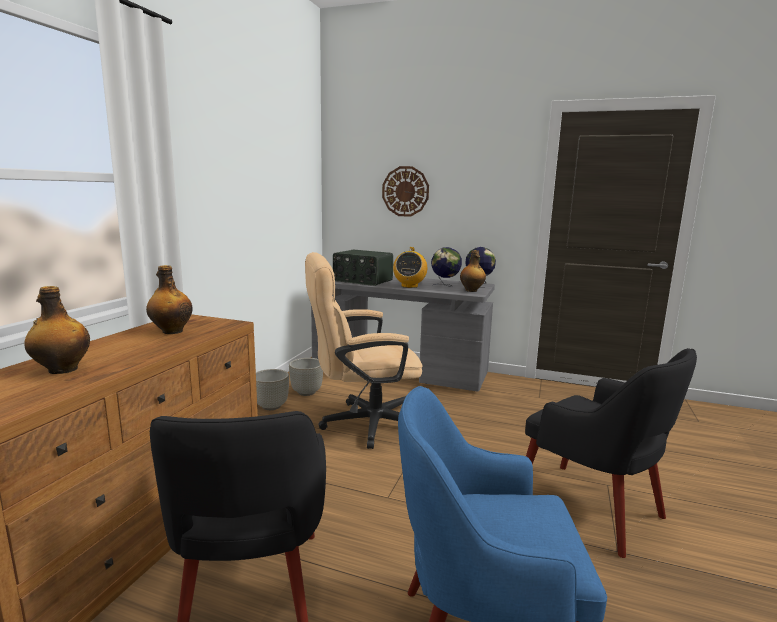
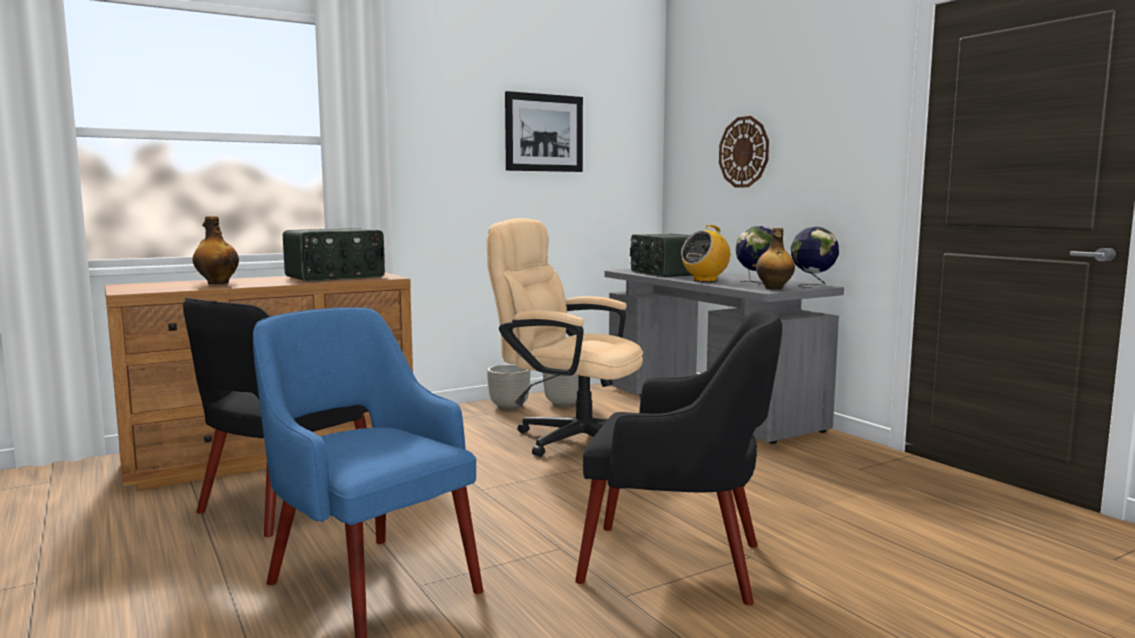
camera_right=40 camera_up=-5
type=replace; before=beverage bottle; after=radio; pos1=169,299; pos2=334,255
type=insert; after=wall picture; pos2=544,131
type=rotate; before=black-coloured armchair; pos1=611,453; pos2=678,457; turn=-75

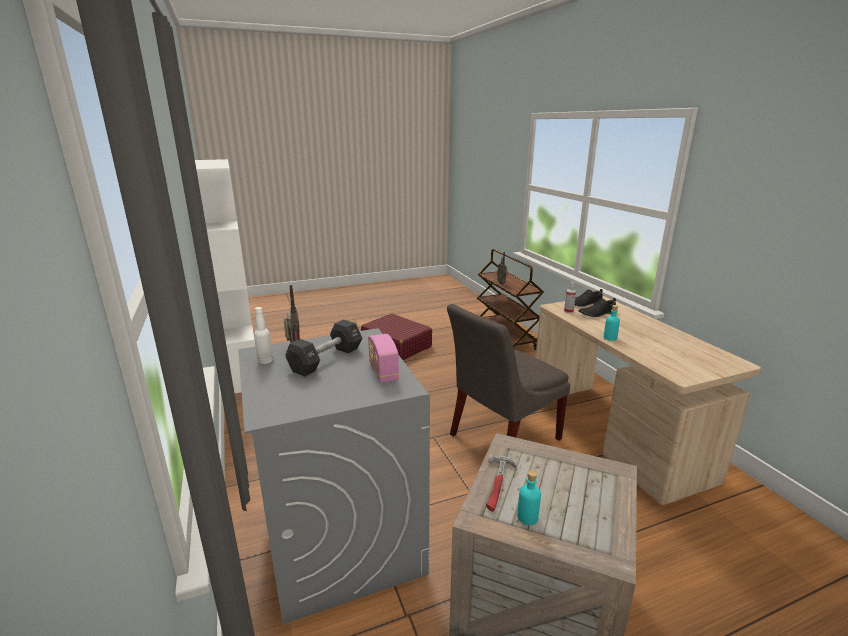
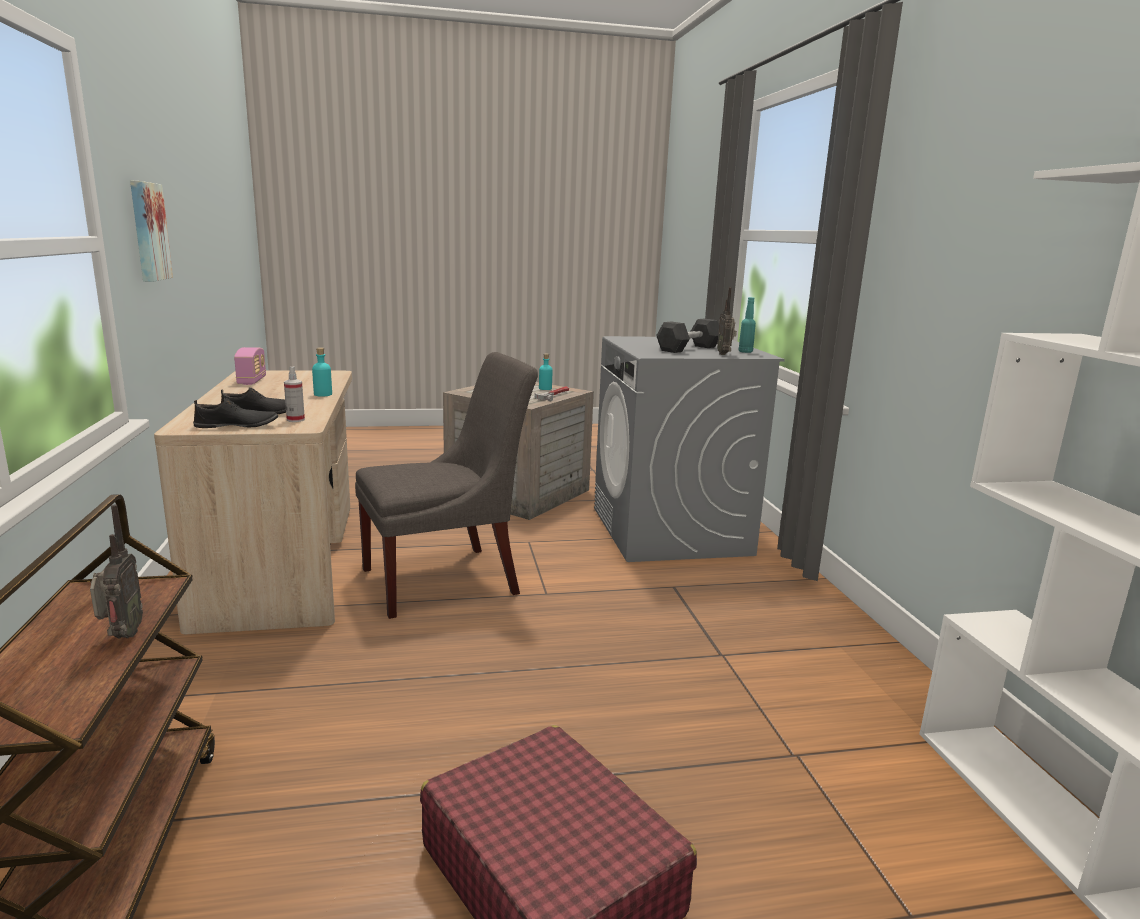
camera_right=-170 camera_up=-5
type=insert; after=wall picture; pos2=151,231
type=move; before=radio; pos1=383,358; pos2=250,366
type=recolor; before=whitish beverage bottle; after=turquoise beverage bottle; pos1=263,335; pos2=747,325

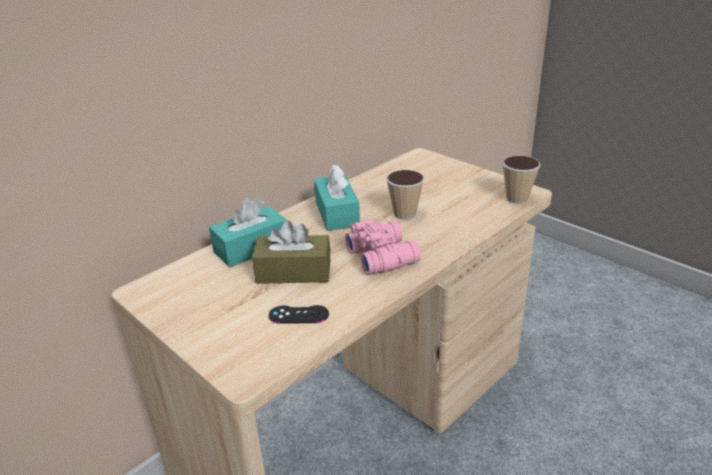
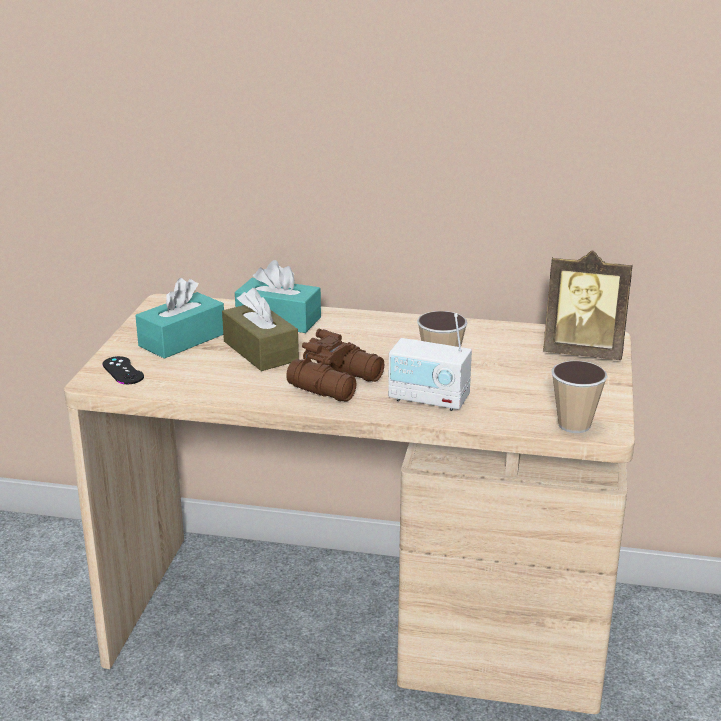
camera_right=55 camera_up=-5
type=move; before=black-coloured joypad; pos1=299,314; pos2=123,370
type=move; before=turquoise tissue box; pos1=337,198; pos2=179,318
type=recolor; before=pink-coloured pair of binoculars; after=brown-coloured pair of binoculars; pos1=383,247; pos2=335,365
type=insert; after=radio; pos2=430,362
type=insert; after=picture frame; pos2=588,305

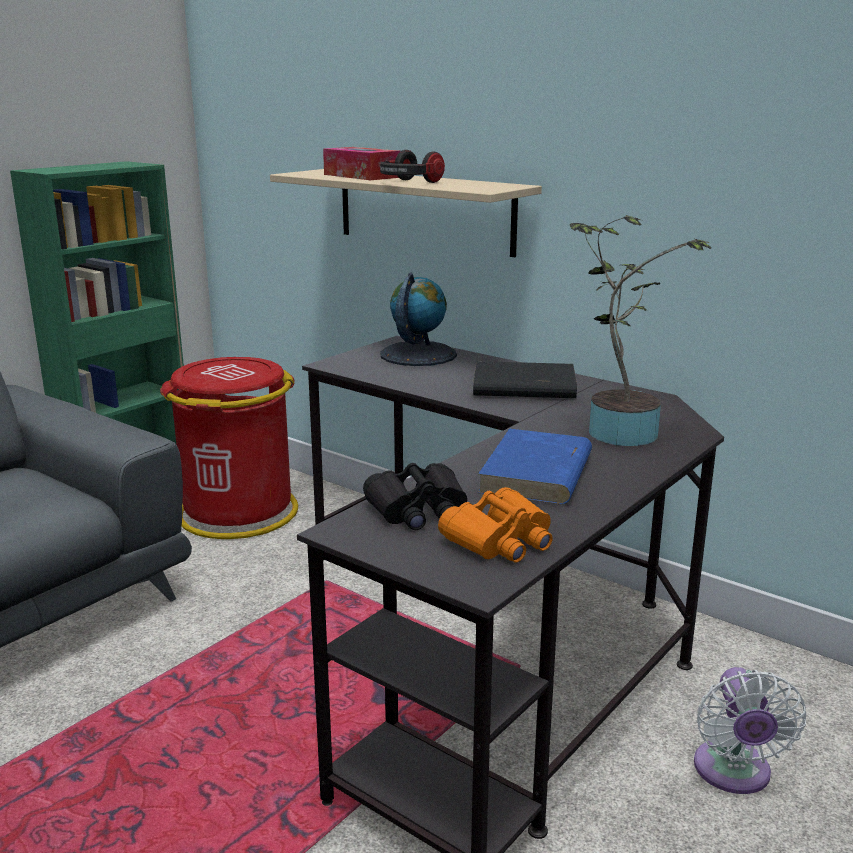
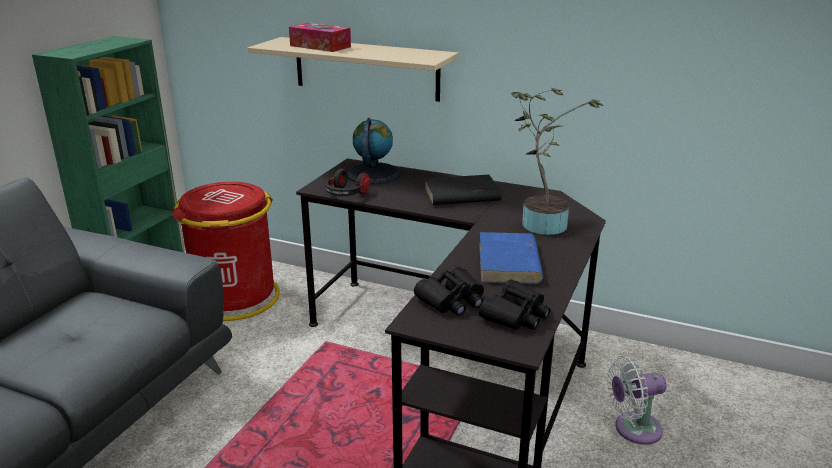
camera_right=-15 camera_up=5
type=move; before=pair of headphones; pos1=412,166; pos2=348,182
type=recolor; before=orangey pair of binoculars; after=black-coloured pair of binoculars; pos1=495,524; pos2=515,304
type=rotate; before=whitish fan; pos1=750,730; pos2=636,400; turn=90

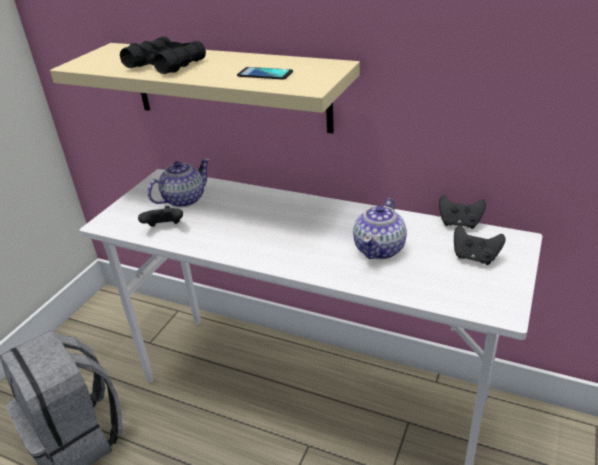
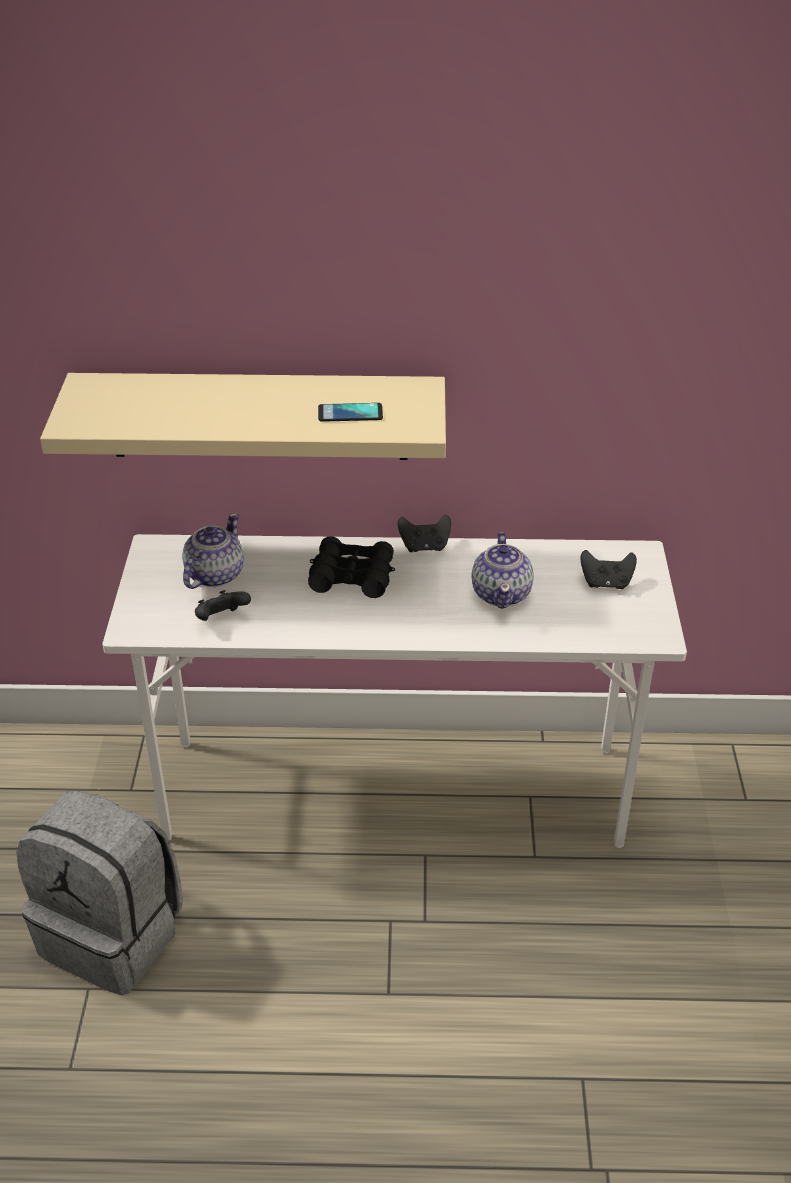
camera_right=-25 camera_up=5
type=move; before=black-coloured pair of binoculars; pos1=163,55; pos2=351,567
type=move; before=black-coloured joypad; pos1=462,212; pos2=424,533

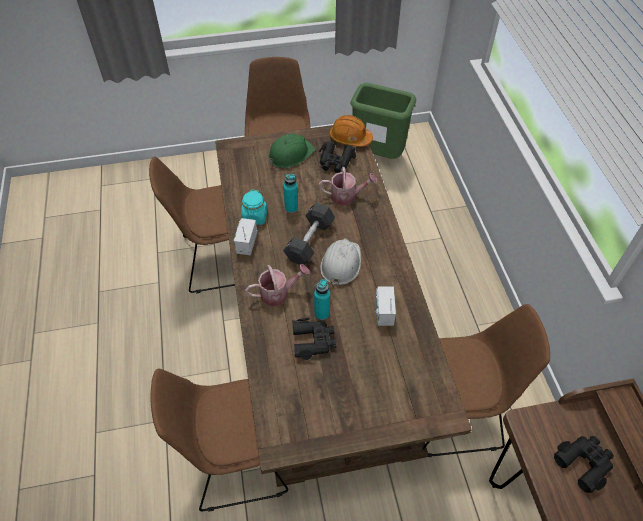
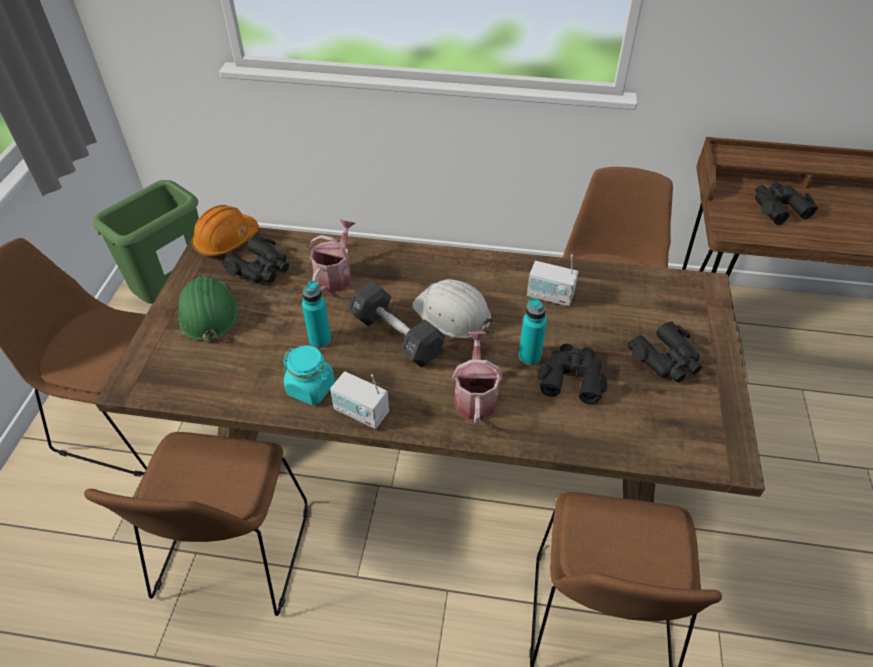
camera_right=-70 camera_up=-5
type=insert; after=black-coloured pair of binoculars; pos2=665,352

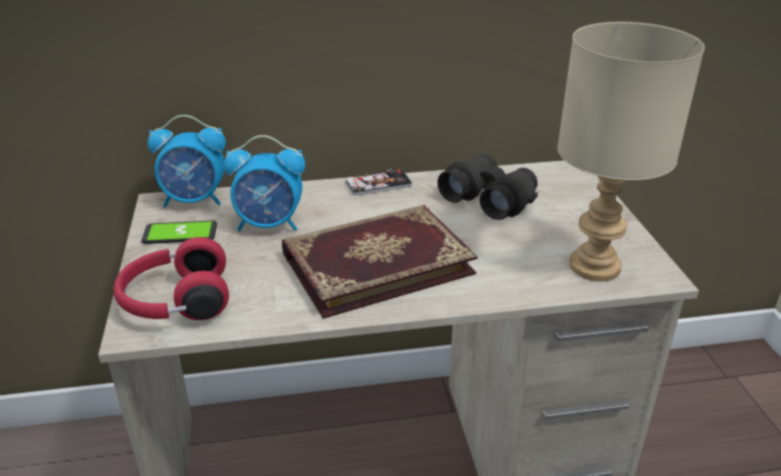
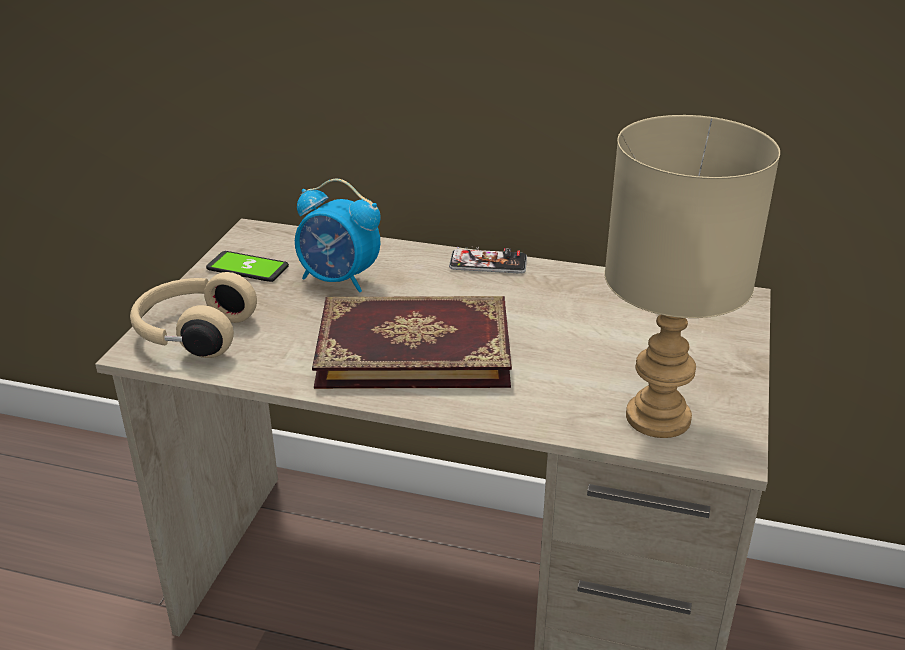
camera_right=25 camera_up=0
type=recolor; before=red pair of headphones; after=sand-coloured pair of headphones; pos1=171,278; pos2=193,315
type=delete; before=table clock; pos1=187,161
type=delete; before=black-coloured pair of binoculars; pos1=487,187

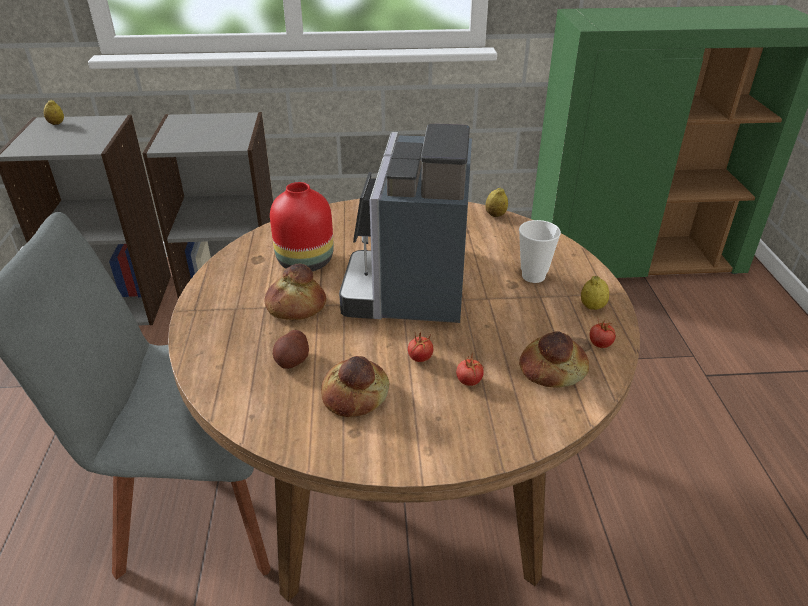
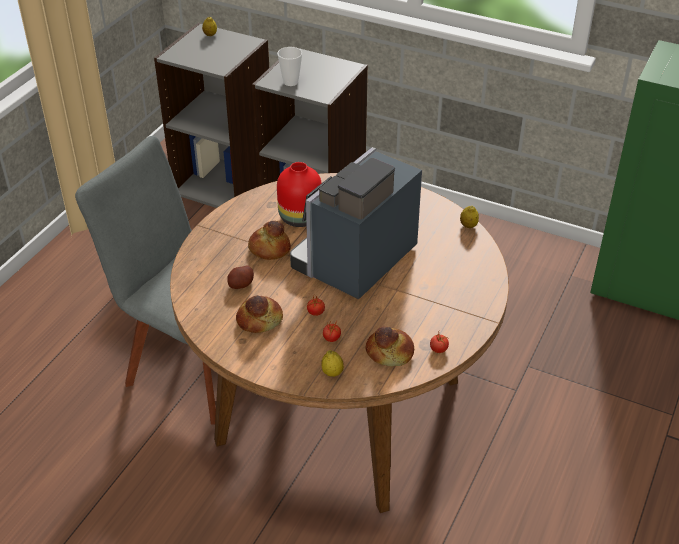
camera_right=30 camera_up=5
type=move; before=small cup; pos1=540,251; pos2=289,66
type=move; before=whole lemon; pos1=595,293; pos2=332,363

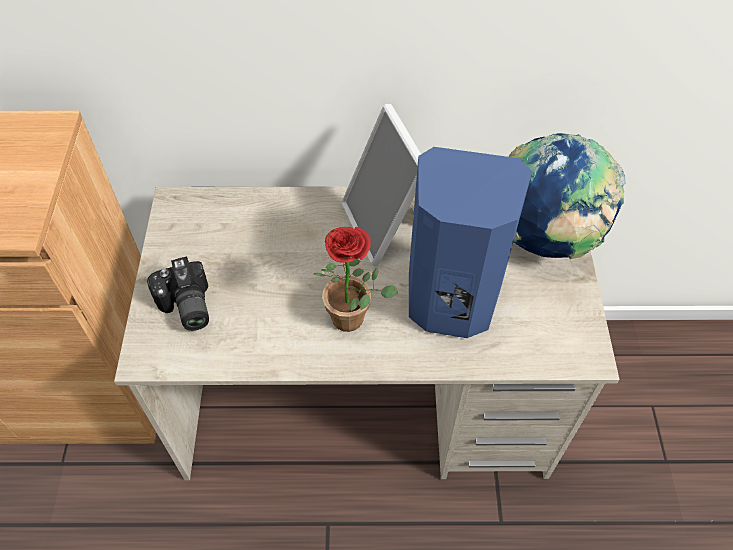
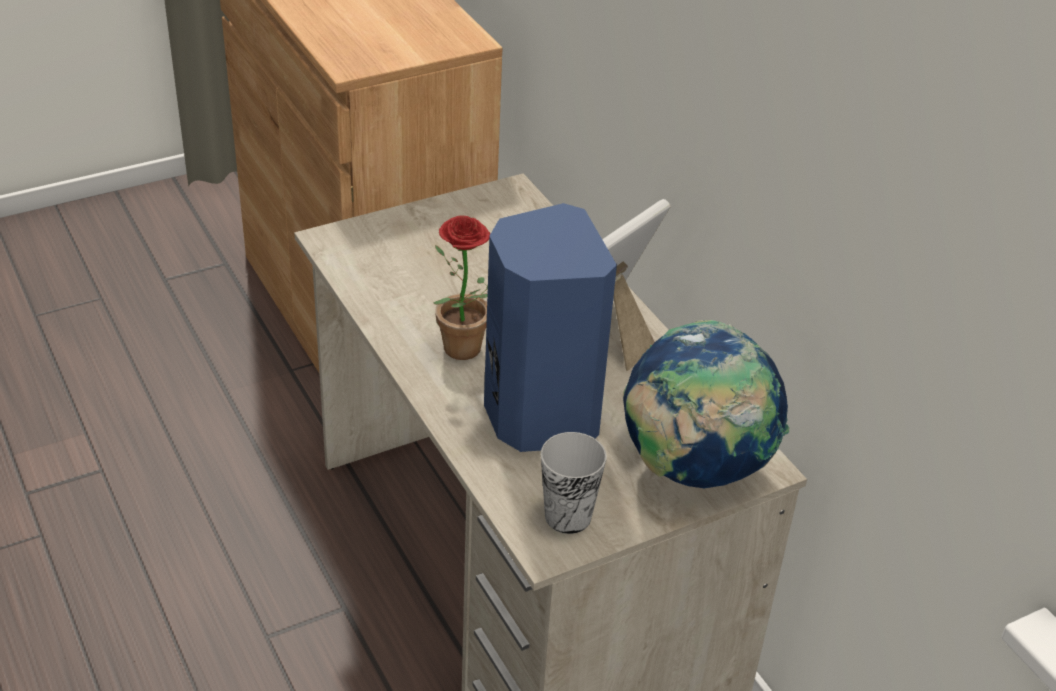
camera_right=60 camera_up=-15
type=insert; after=small cup; pos2=574,483
type=delete; before=still camera; pos1=178,293

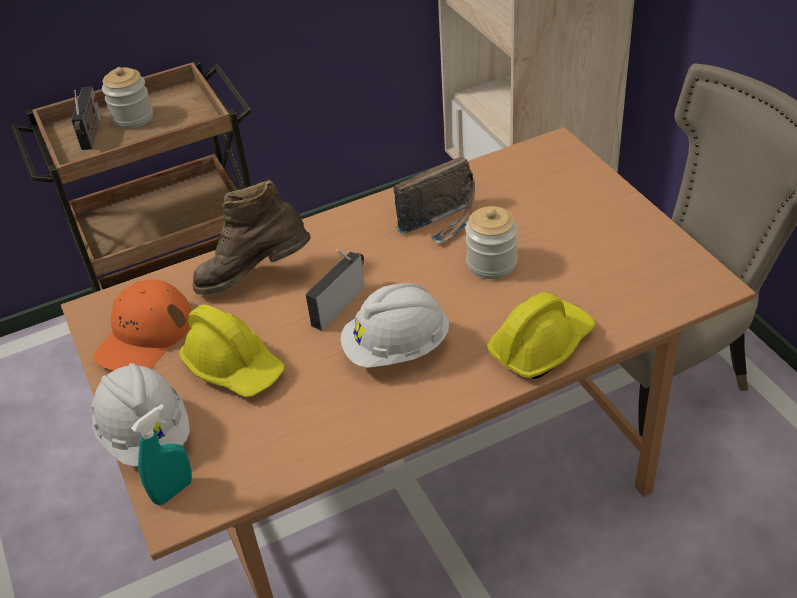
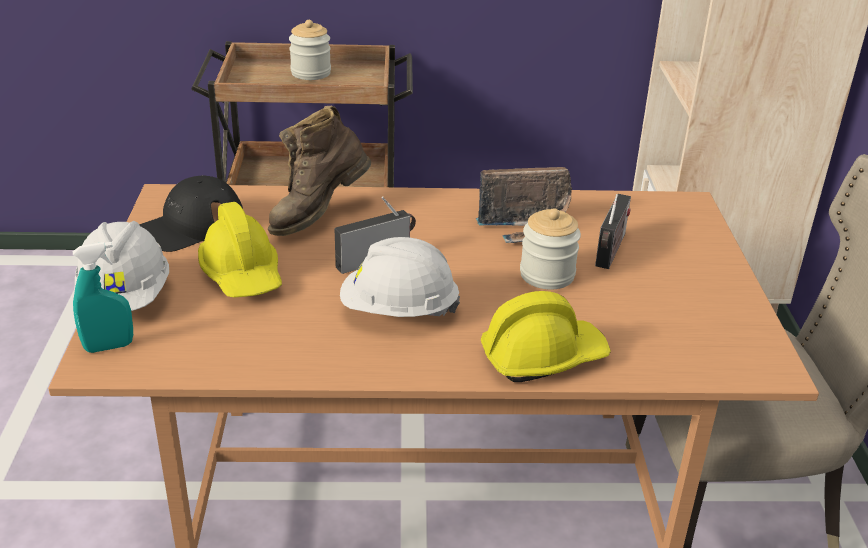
camera_right=20 camera_up=-10
type=recolor; before=orangey peaked cap; after=black-coloured peaked cap; pos1=142,325; pos2=191,213
type=rotate; before=brown-coloured high-top boot; pos1=251,237; pos2=319,171; turn=-60
type=move; before=radio; pos1=86,118; pos2=613,231

